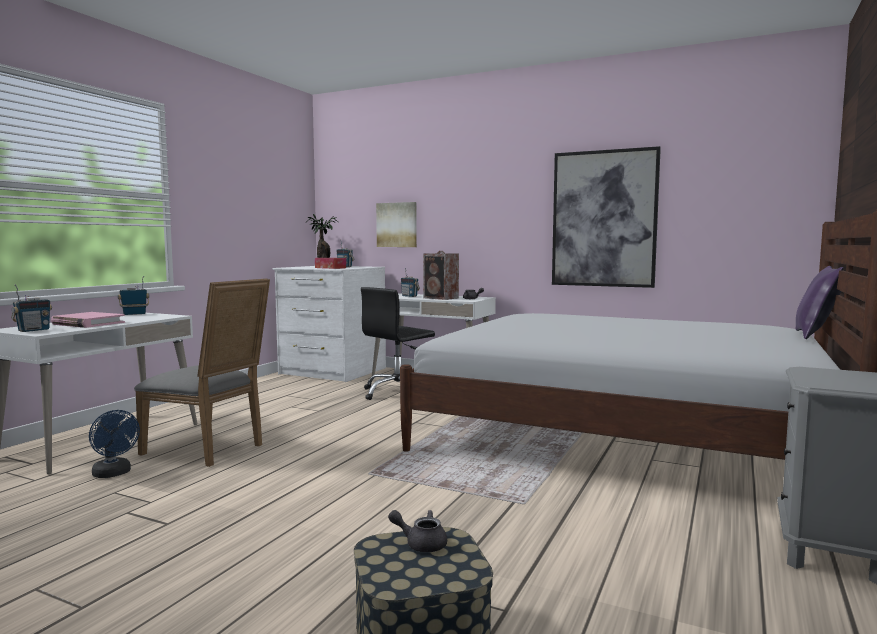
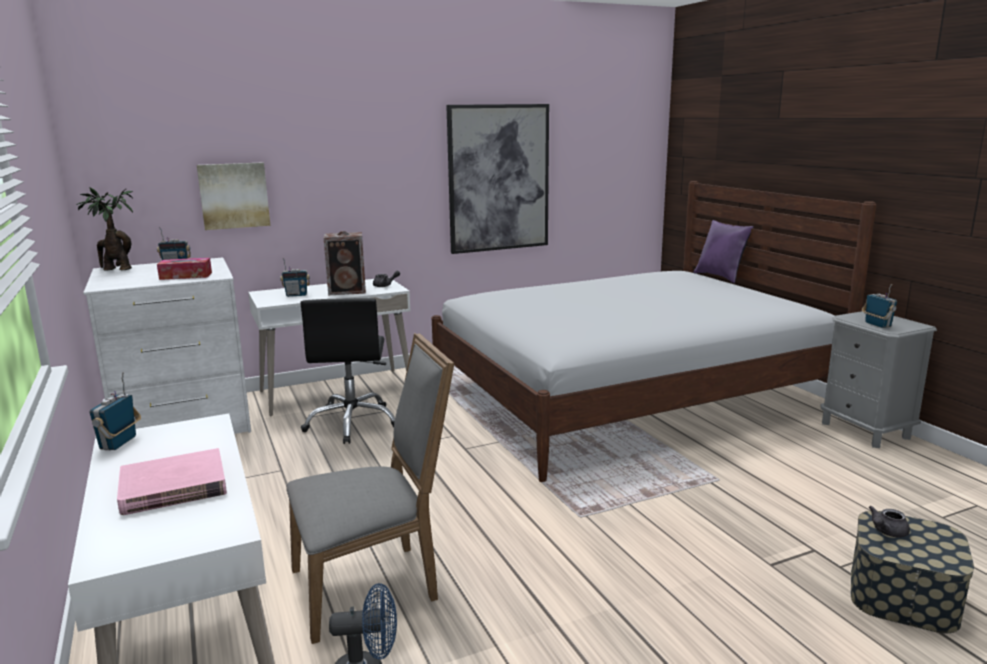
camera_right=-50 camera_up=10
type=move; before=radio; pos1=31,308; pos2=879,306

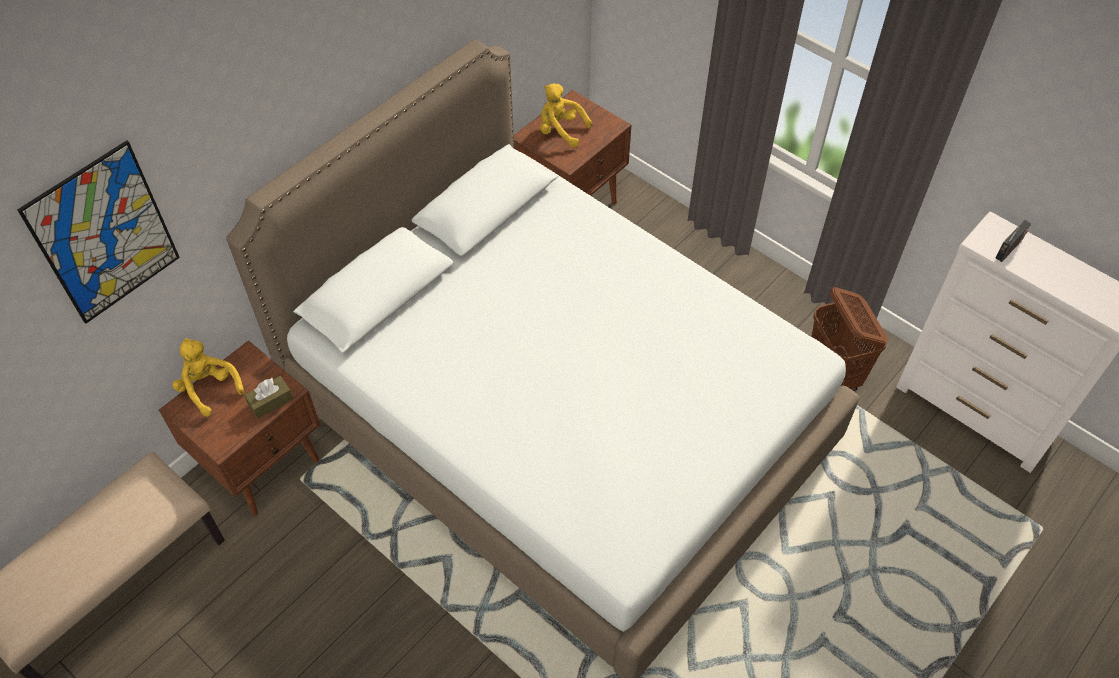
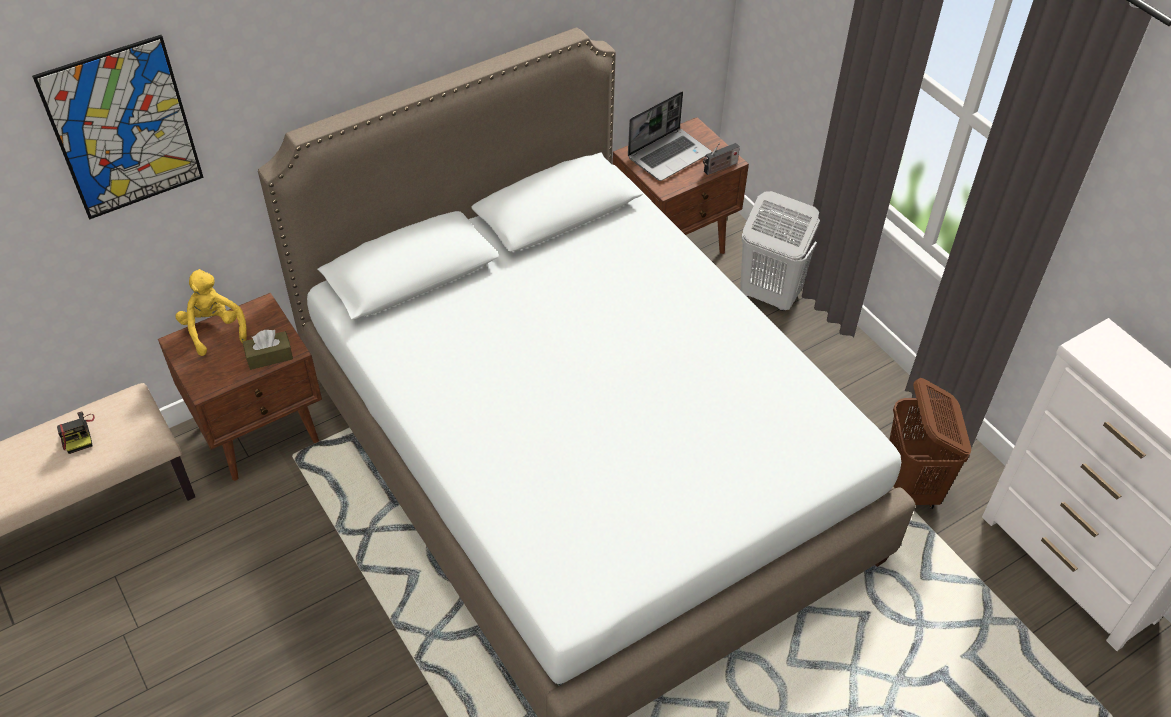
camera_right=15 camera_up=-5
type=insert; after=still camera; pos2=76,433
type=replace; before=yellowish plush toy; after=laptop; pos1=566,115; pos2=670,136
type=move; before=radio; pos1=1013,241; pos2=721,158
type=insert; after=whitish laundry basket; pos2=780,251

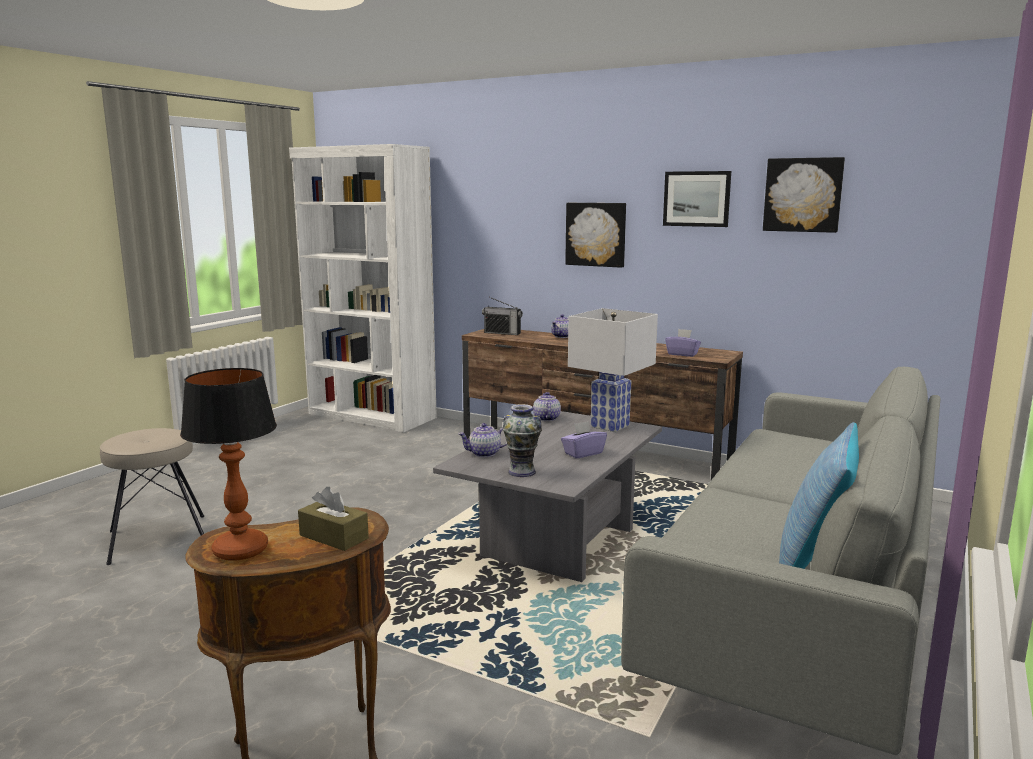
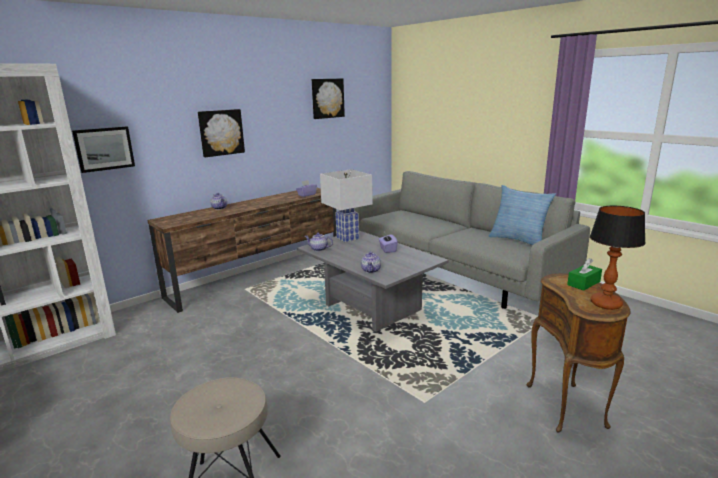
camera_right=-70 camera_up=5
type=move; before=wall picture; pos1=697,199; pos2=103,150
type=recolor; before=brown-coloured tissue box; after=green tissue box; pos1=333,519; pos2=584,274
type=delete; before=radio; pos1=502,316
type=delete; before=flower vase; pos1=522,440

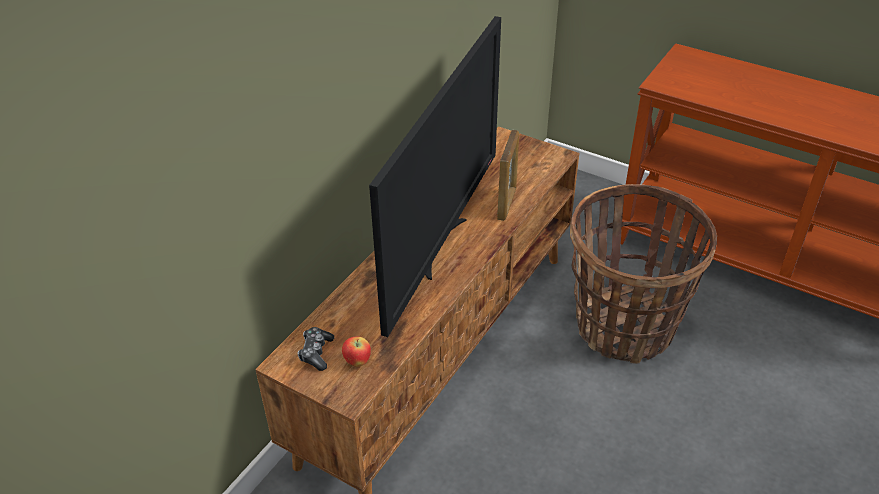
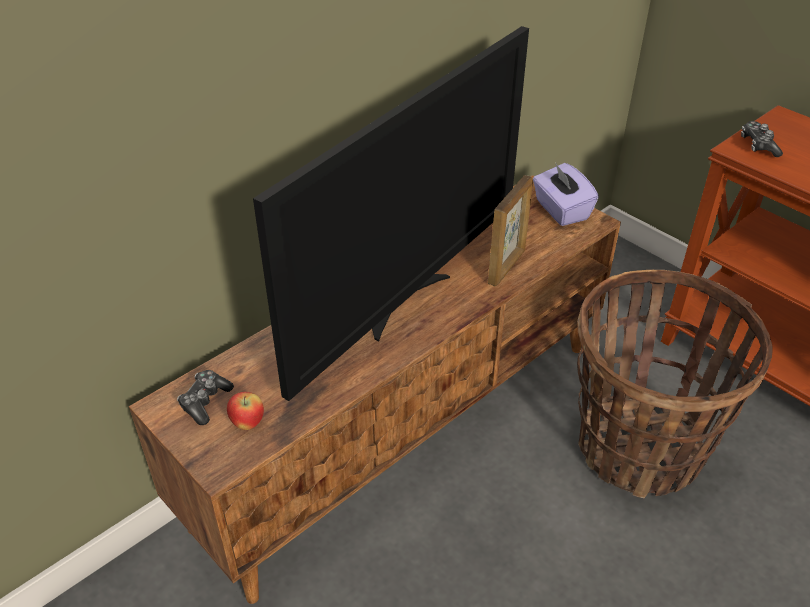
camera_right=15 camera_up=0
type=insert; after=purplish tissue box; pos2=566,194
type=insert; after=joypad; pos2=762,139

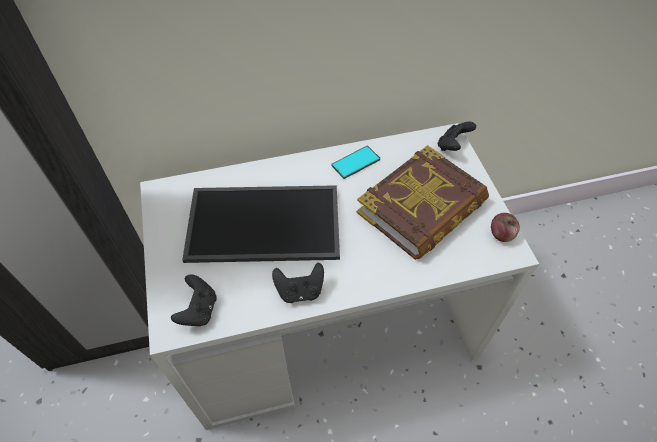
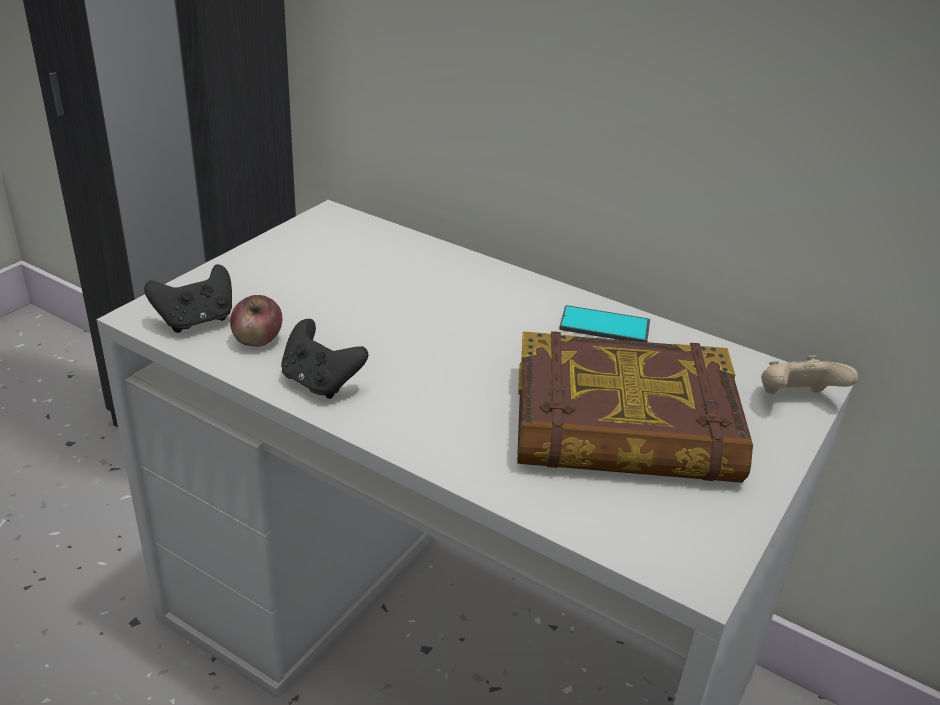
camera_right=45 camera_up=-20
type=move; before=apple fruit; pos1=505,227; pos2=256,321
type=recolor; before=black-coloured joypad; after=sand-coloured joypad; pos1=457,136; pos2=809,374
type=delete; before=tray; pos1=261,224

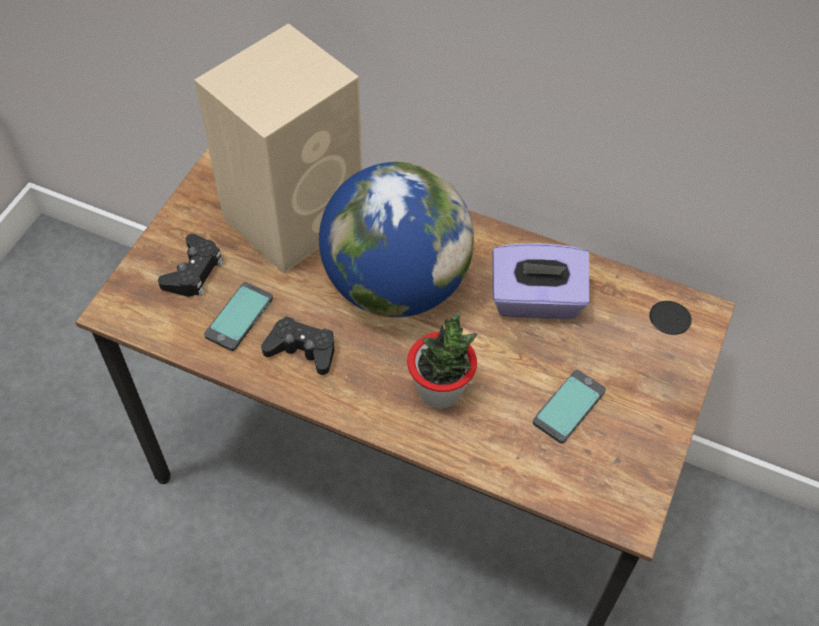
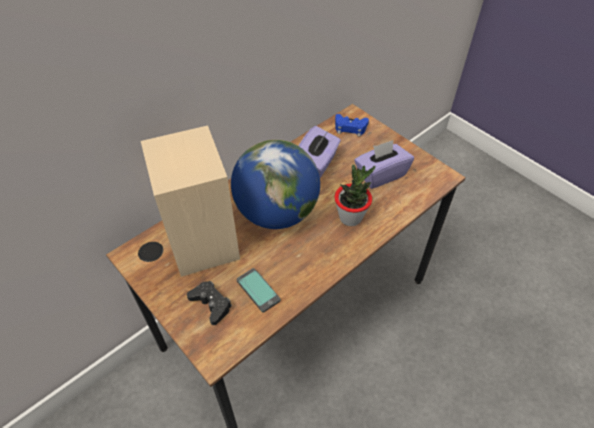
camera_right=-65 camera_up=-5
type=insert; after=blue joypad; pos2=352,125
type=replace; before=telephone; after=purplish tissue box; pos1=569,407; pos2=384,164
type=delete; before=black-coloured joypad; pos1=297,345

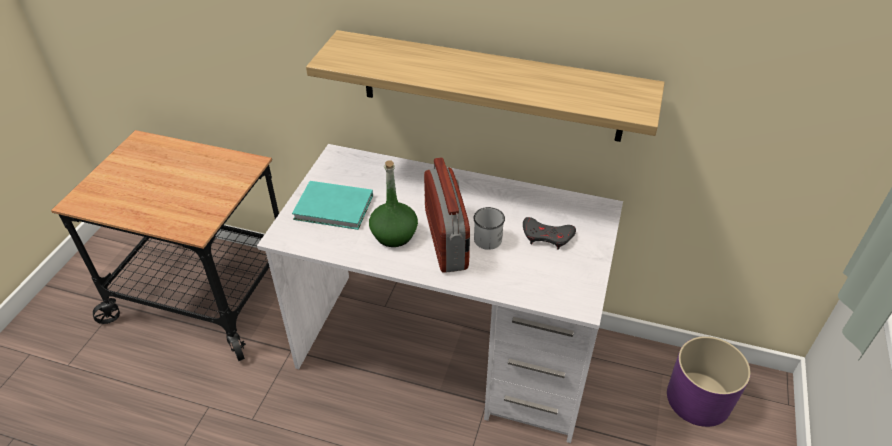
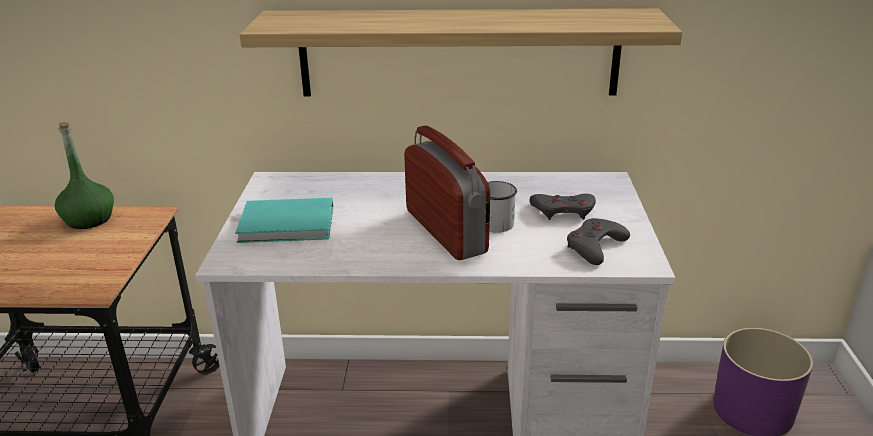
camera_right=-15 camera_up=-15
type=move; before=green beverage bottle; pos1=393,203; pos2=84,175
type=insert; after=gray joypad; pos2=598,241

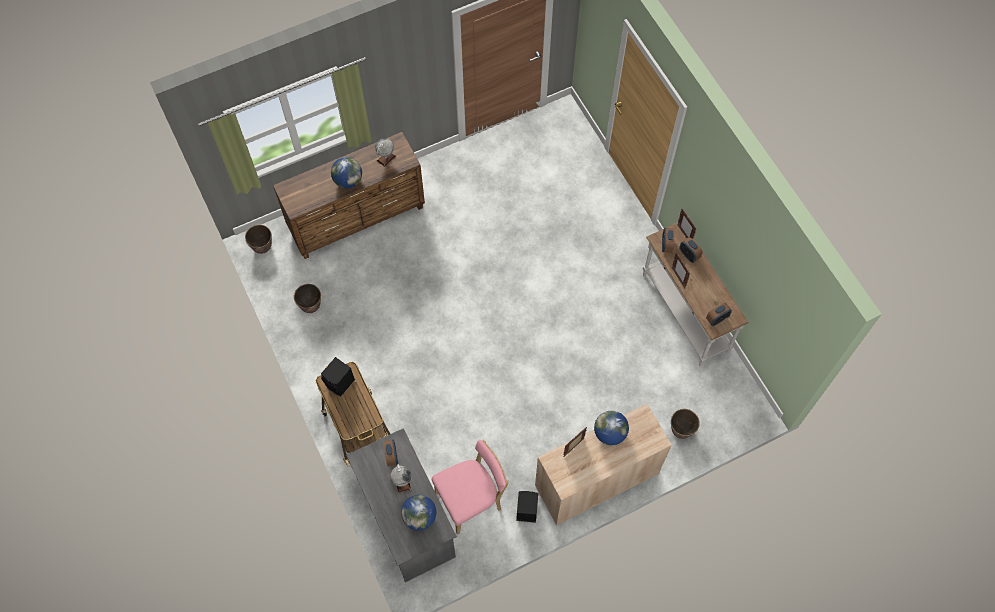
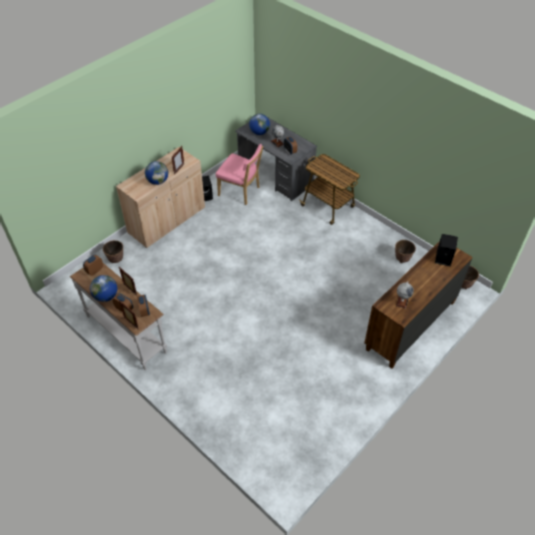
camera_right=160 camera_up=-15
type=move; before=globe; pos1=346,172; pos2=103,288
type=rotate; before=pink-coloured upright chair; pos1=470,487; pos2=239,174; turn=-105
type=move; before=black-coloured audio speaker; pos1=338,376; pos2=446,250

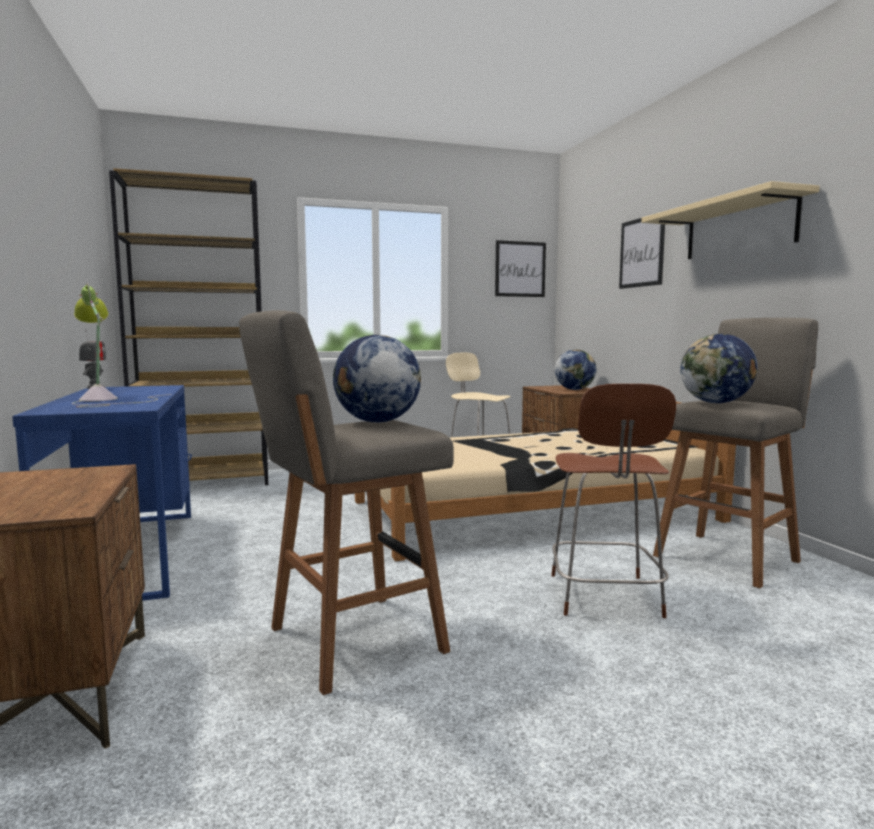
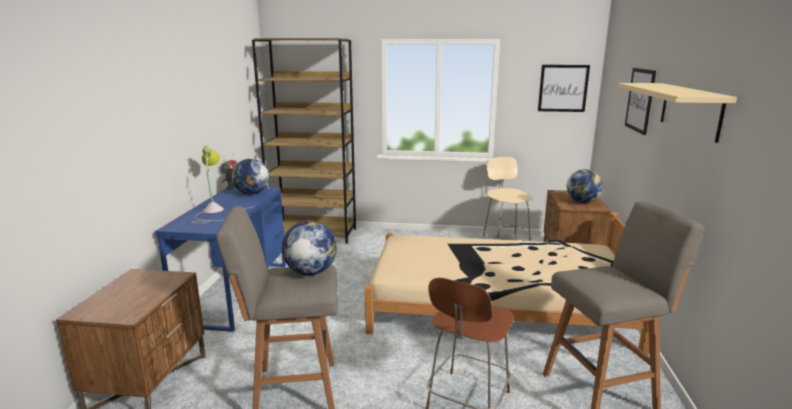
camera_right=25 camera_up=10
type=move; before=globe; pos1=719,368; pos2=250,177

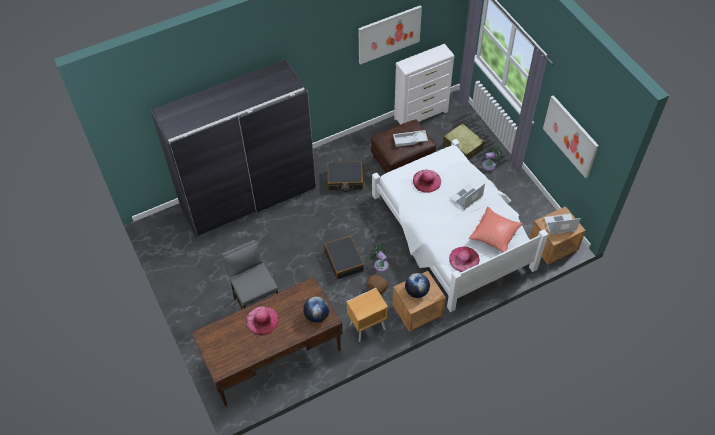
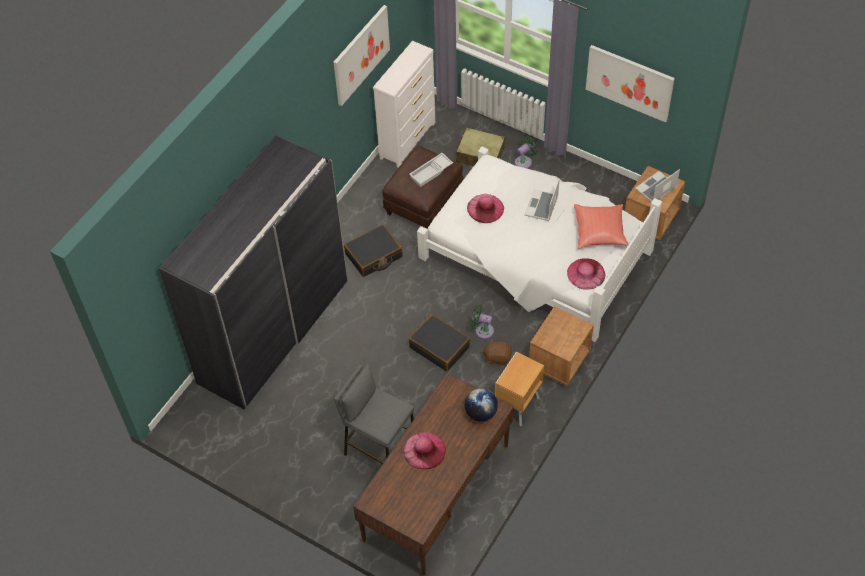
camera_right=-30 camera_up=0
type=delete; before=globe; pos1=417,285

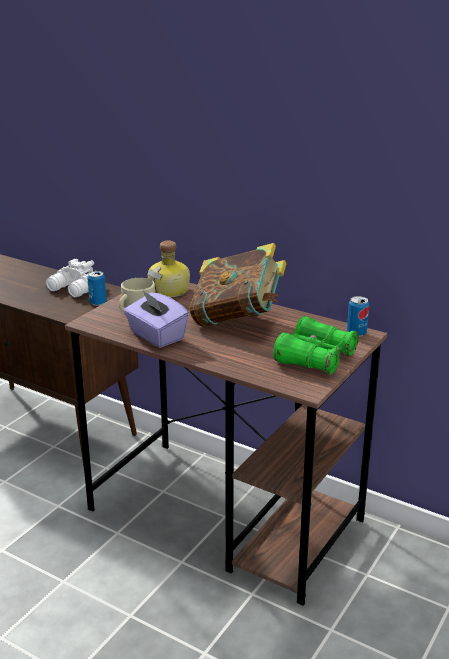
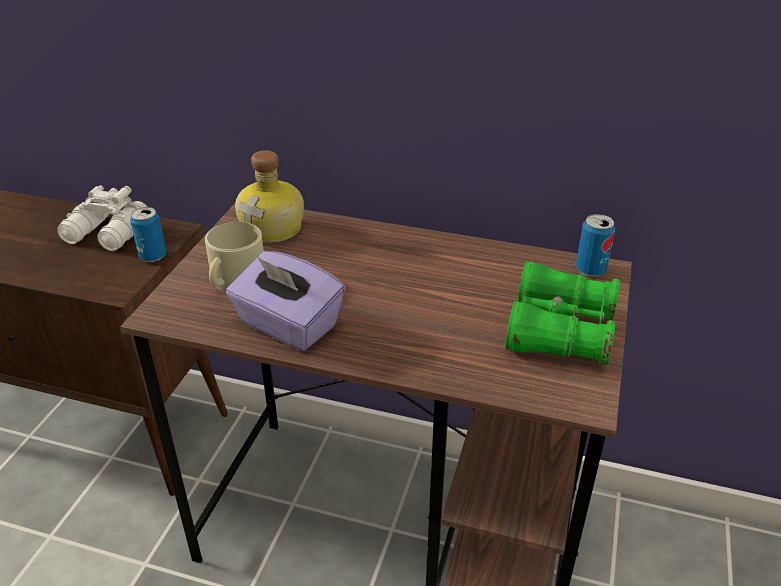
camera_right=-15 camera_up=10
type=delete; before=volume; pos1=238,285

